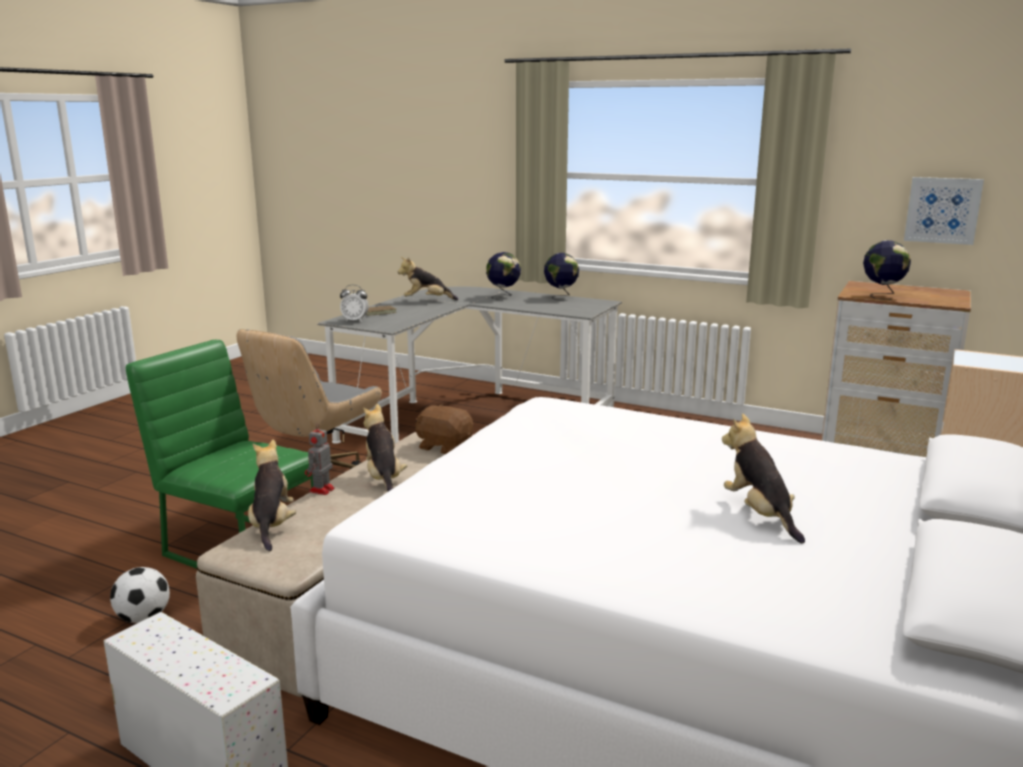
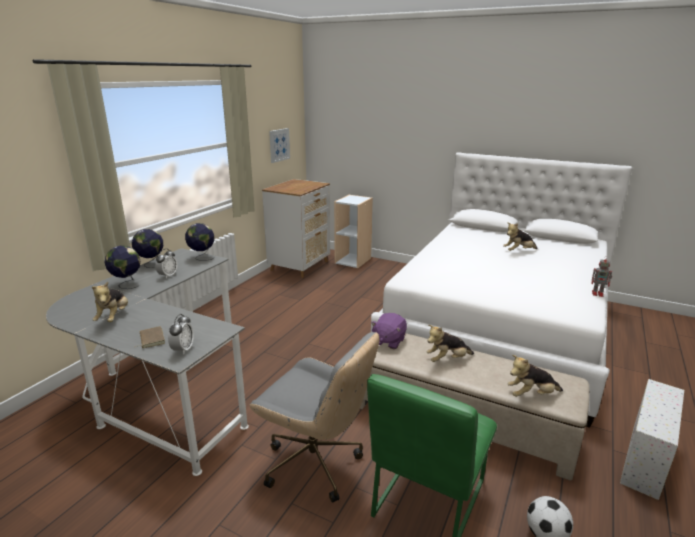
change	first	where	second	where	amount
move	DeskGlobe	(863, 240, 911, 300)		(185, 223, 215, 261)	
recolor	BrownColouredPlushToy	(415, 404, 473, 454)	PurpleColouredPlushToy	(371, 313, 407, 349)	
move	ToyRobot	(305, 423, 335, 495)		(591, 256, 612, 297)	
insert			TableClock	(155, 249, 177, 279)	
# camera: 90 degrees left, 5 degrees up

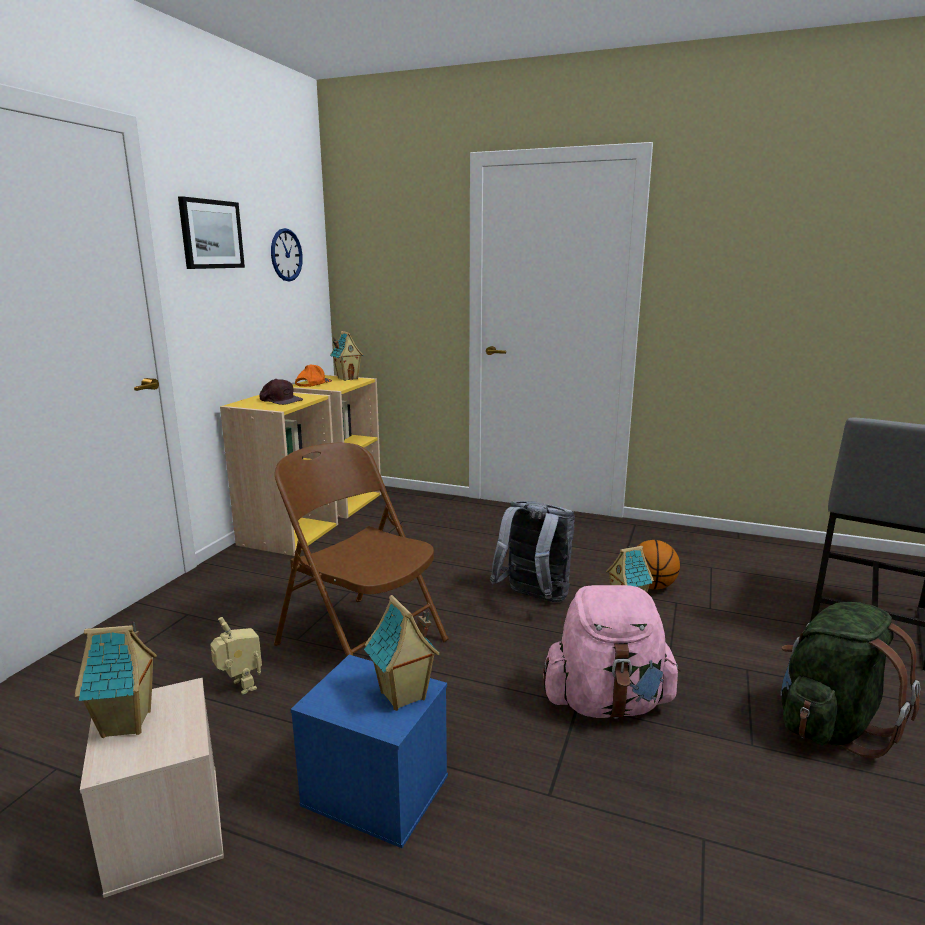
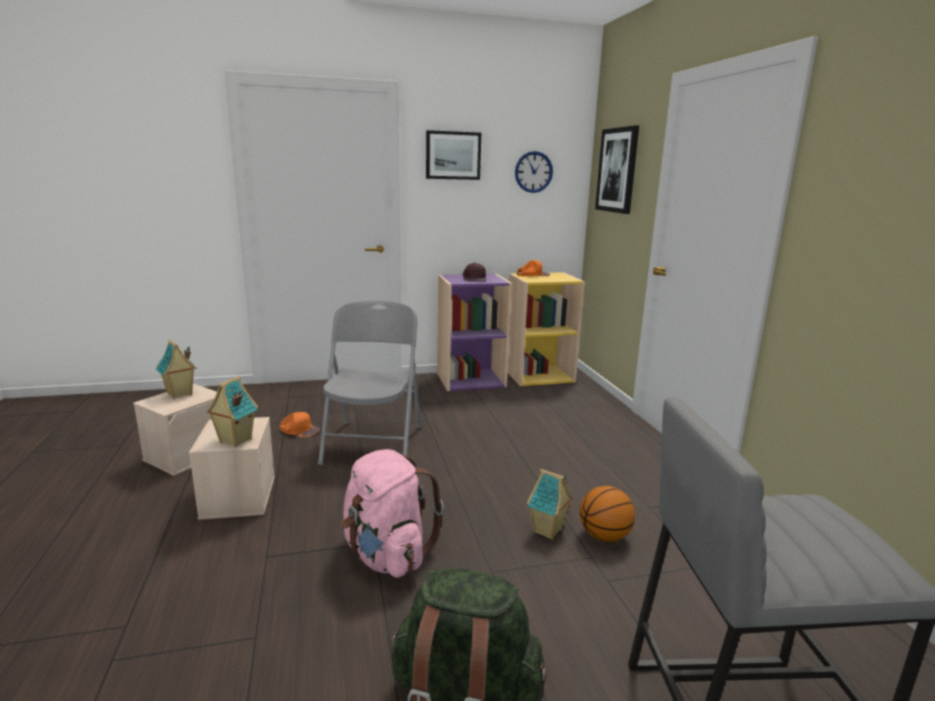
change	first	where	second	where	amount
delete	ModelHouse	(330, 331, 363, 381)			
recolor	YellowColouredShelvingUnit	(220, 392, 338, 556)	PurpleColouredShelvingUnit	(437, 274, 512, 391)	
recolor	BrownColouredPlainChair	(274, 443, 449, 657)	GrayPlainChair	(318, 301, 421, 465)	
delete	GrayKnapsack	(490, 501, 575, 602)			
replace	ToyRobot	(210, 617, 262, 695)	OrangeCap	(280, 412, 320, 438)	
recolor	BlueColouredStorageBin	(291, 655, 448, 848)	BeigeStorageBin	(189, 417, 275, 520)	
insert			WallArt	(595, 125, 639, 214)	
# camera: 55 degrees right, 0 degrees up

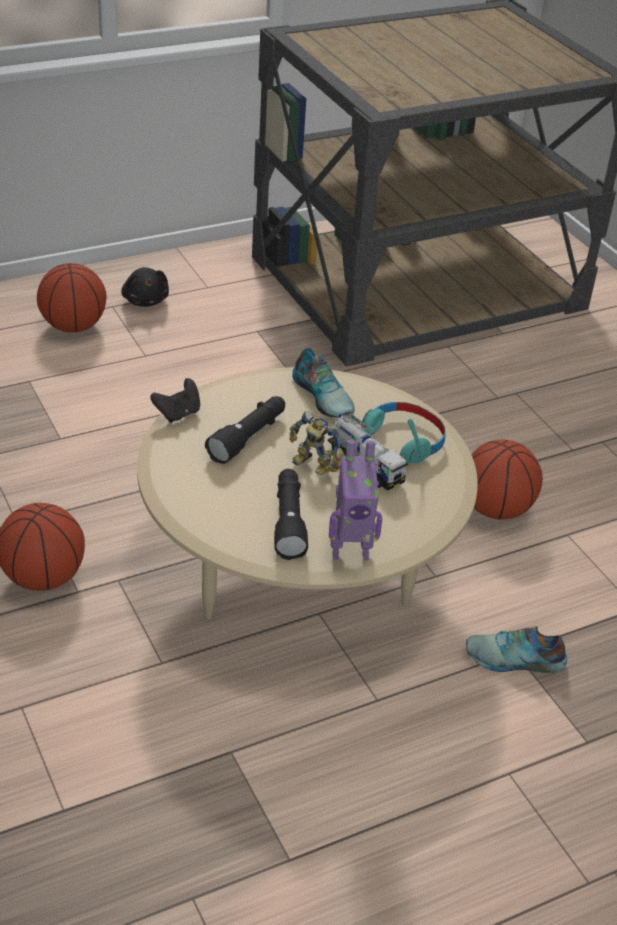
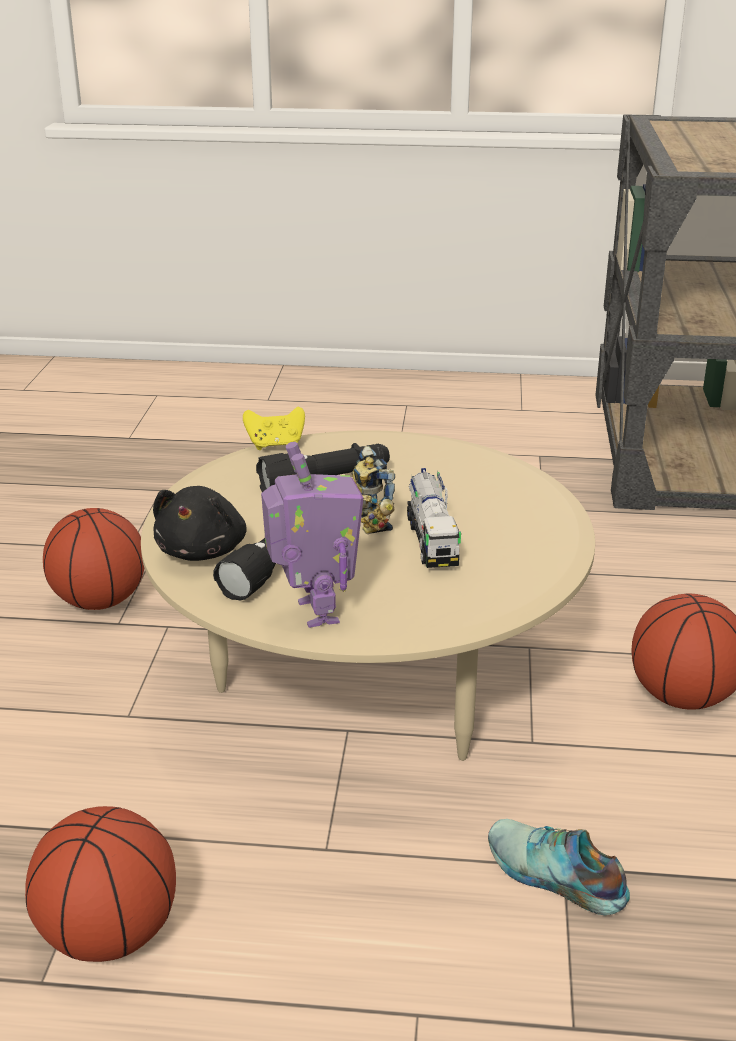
change	first	where	second	where	amount
move	Basketball	(37, 263, 106, 333)		(25, 806, 176, 962)	
move	BlackishPlushToy	(121, 267, 169, 307)		(153, 486, 247, 561)	
delete	LowShoe	(292, 348, 354, 418)			
recolor	BlackishJoypad	(150, 378, 200, 423)	YellowColouredJoypad	(243, 407, 305, 450)	
delete	TurquoiseColouredHeadphones	(361, 402, 446, 464)			
rotate	ToyRobot	(329, 440, 383, 560)		(261, 442, 364, 628)	135 degrees counterclockwise
# camera: 35 degrees right, 10 degrees down

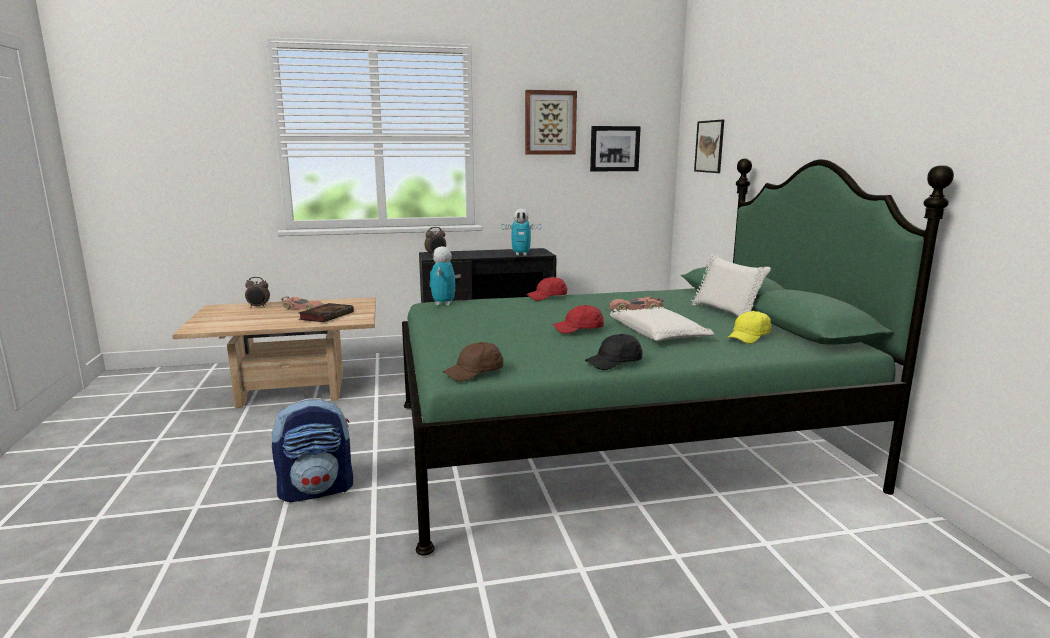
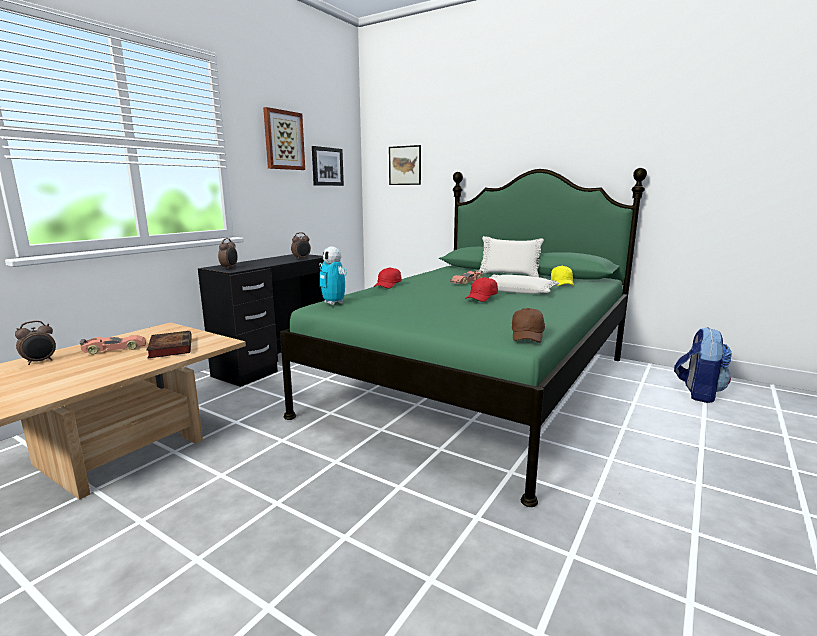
change	first	where	second	where	amount
replace	ToyRobot	(501, 209, 541, 256)	TableClock	(291, 232, 311, 259)	
delete	BlackishCap	(585, 334, 643, 370)			
move	Knapsack	(271, 398, 353, 502)		(674, 327, 732, 403)	
# camera: 45 degrees left, 0 degrees up

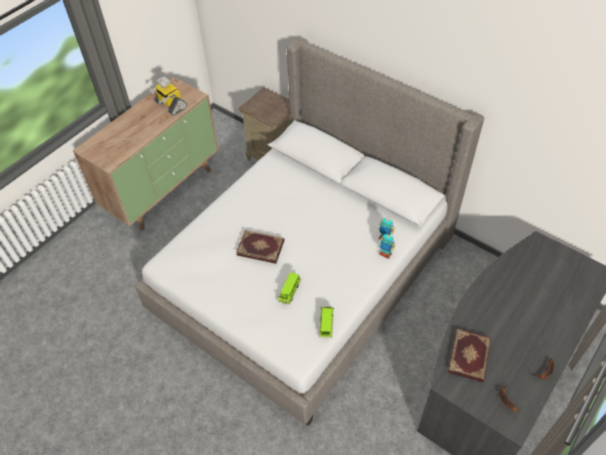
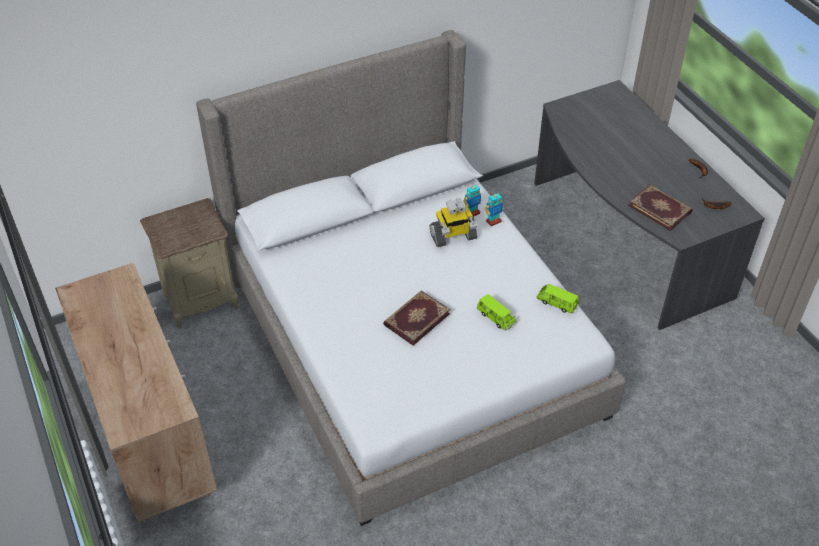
change	first	where	second	where	amount
move	ToyRobot	(150, 76, 187, 115)		(429, 198, 477, 247)	
# camera: 65 degrees left, 5 degrees down

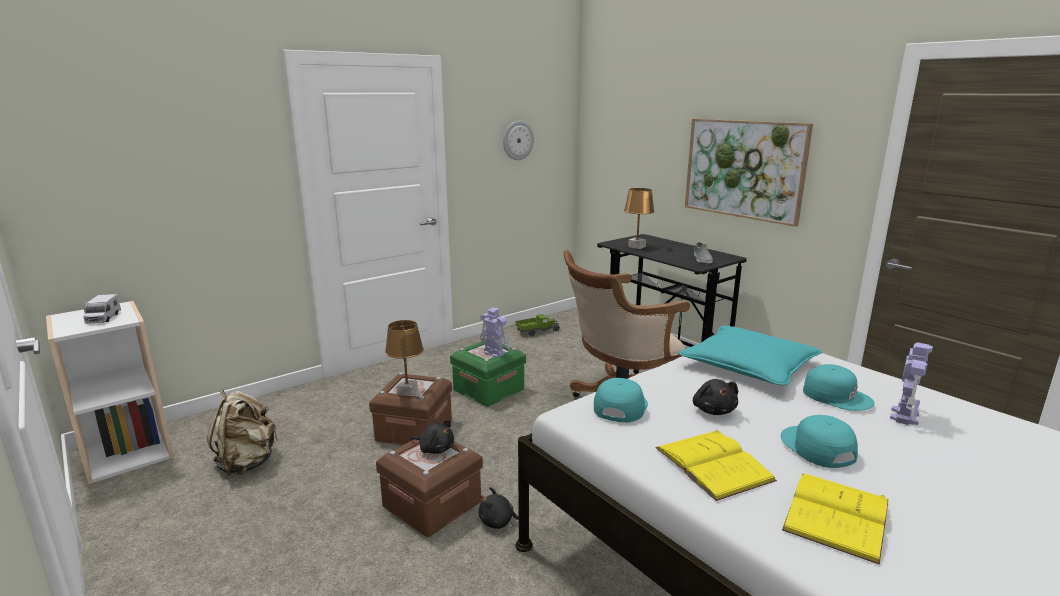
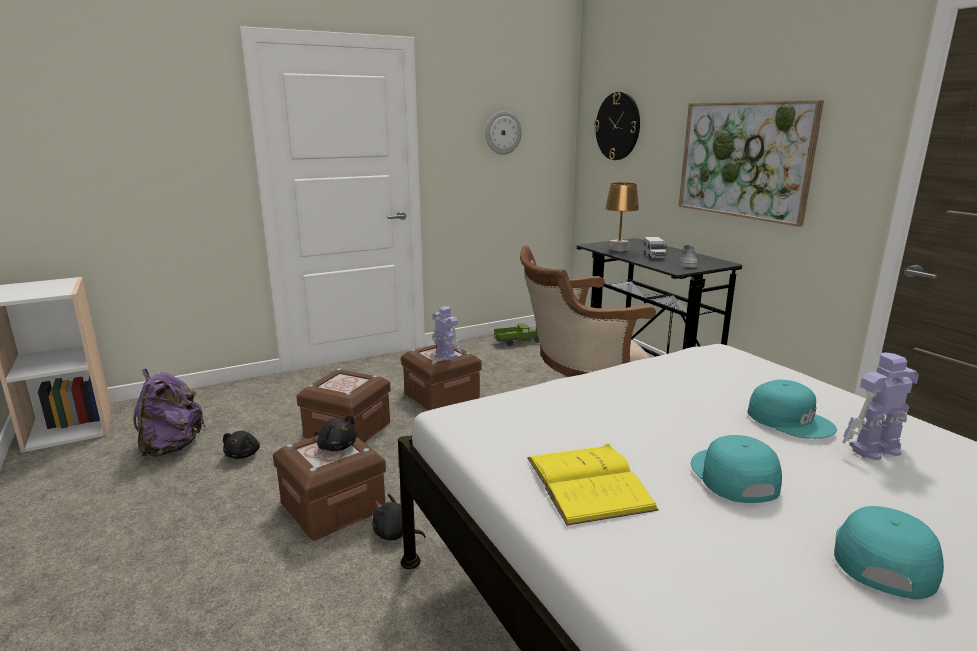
change	first	where	second	where	amount
move	ToyLorry	(84, 294, 121, 324)		(643, 237, 667, 258)	
delete	BrownColouredTableLamp	(385, 320, 424, 396)			
delete	TurquoiseColouredPillow	(679, 326, 822, 385)			
recolor	GreenishStorageBin	(450, 340, 526, 407)	BrownColouredStorageBin	(401, 344, 482, 411)	
rotate	ToyRobot	(890, 342, 933, 425)		(842, 352, 919, 460)	150 degrees counterclockwise
move	TurquoiseColouredCap	(594, 378, 648, 422)		(834, 506, 944, 600)	
move	BlackishPlushToy	(693, 379, 738, 415)		(223, 431, 260, 459)	
recolor	BeigeKnapsack	(207, 389, 278, 475)	PurpleColouredKnapsack	(133, 368, 205, 457)	
delete	YellowColouredVolume	(782, 473, 889, 565)			
insert			HangingClock	(594, 92, 640, 160)	
# camera: 10 degrees right, 0 degrees up

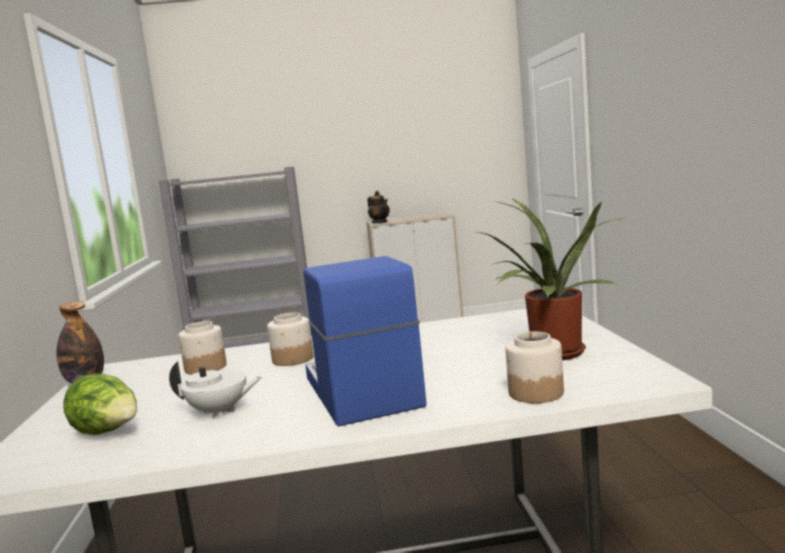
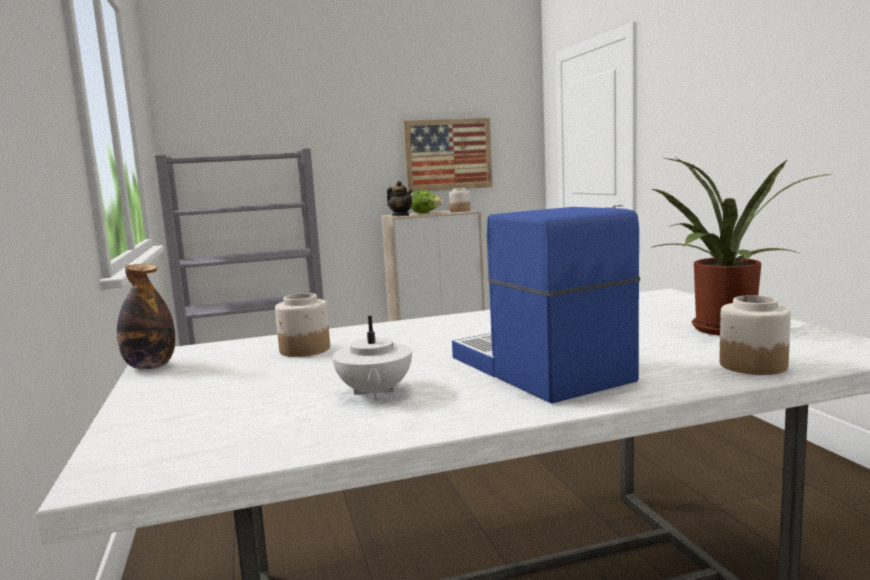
change	first	where	second	where	amount
move	Jar	(267, 312, 313, 366)		(449, 188, 470, 212)	
rotate	WhitePotForTea	(169, 361, 263, 419)		(332, 316, 412, 400)	90 degrees clockwise
move	LettuceHead	(63, 373, 137, 435)		(411, 190, 443, 213)	
insert			WallArt	(403, 118, 493, 192)	
# camera: 10 degrees left, 0 degrees up

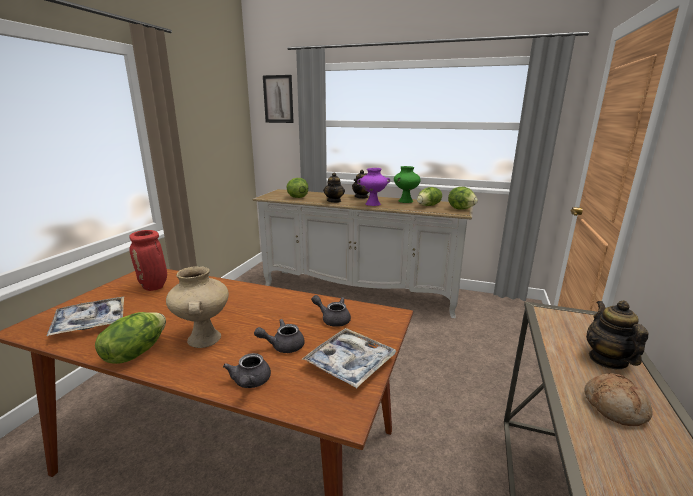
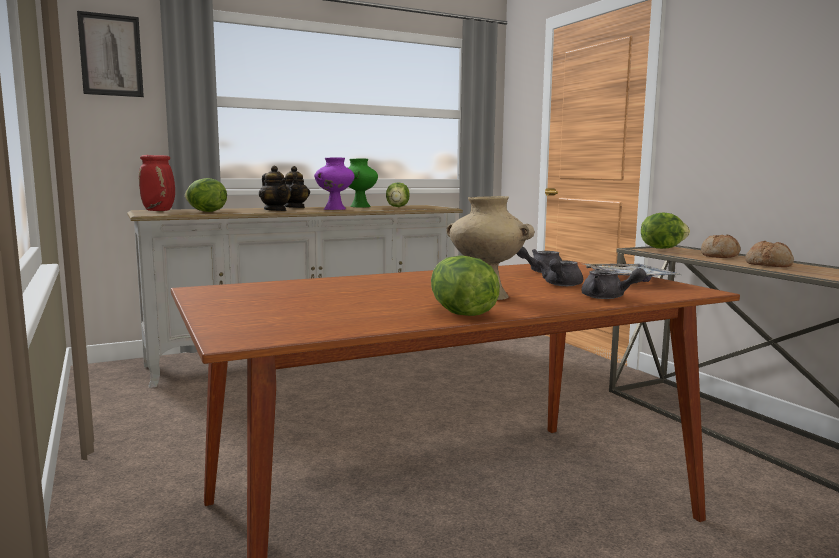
change	first	where	second	where	amount
move	LettuceHead	(448, 187, 478, 210)		(641, 212, 690, 249)	
move	RedVase	(130, 230, 167, 291)		(139, 155, 175, 211)	
delete	ServingTray	(47, 297, 124, 336)			
replace	PotForTea	(586, 300, 649, 369)	BakeryBread	(701, 234, 740, 258)	
# camera: 45 degrees left, 10 degrees down

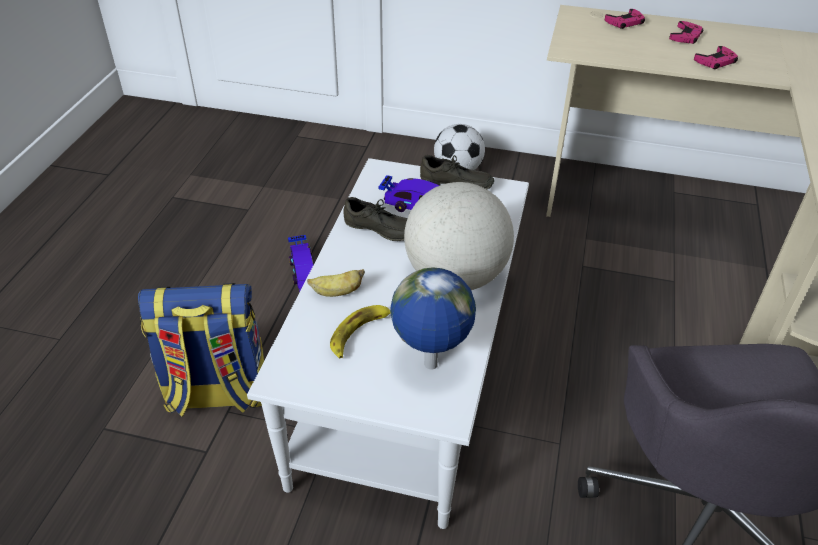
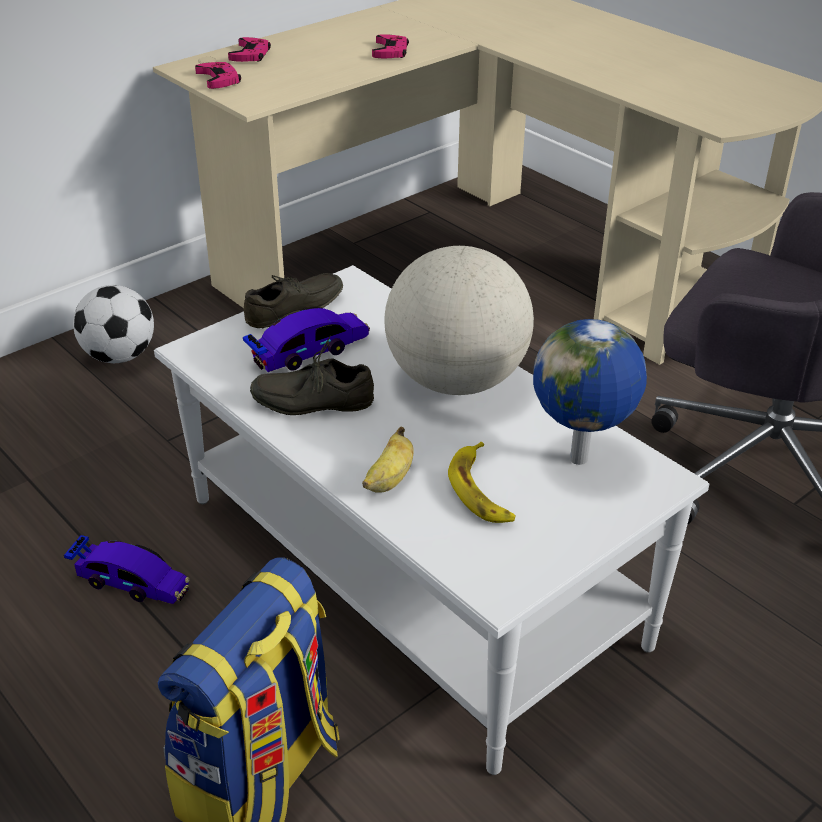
change	first	where	second	where	amount
move	PinkColouredJoypad	(669, 21, 703, 44)		(195, 62, 241, 89)	
rotate	GrayLowShoe	(344, 197, 407, 241)		(250, 336, 374, 415)	150 degrees counterclockwise
# camera: 55 degrees left, 5 degrees down

